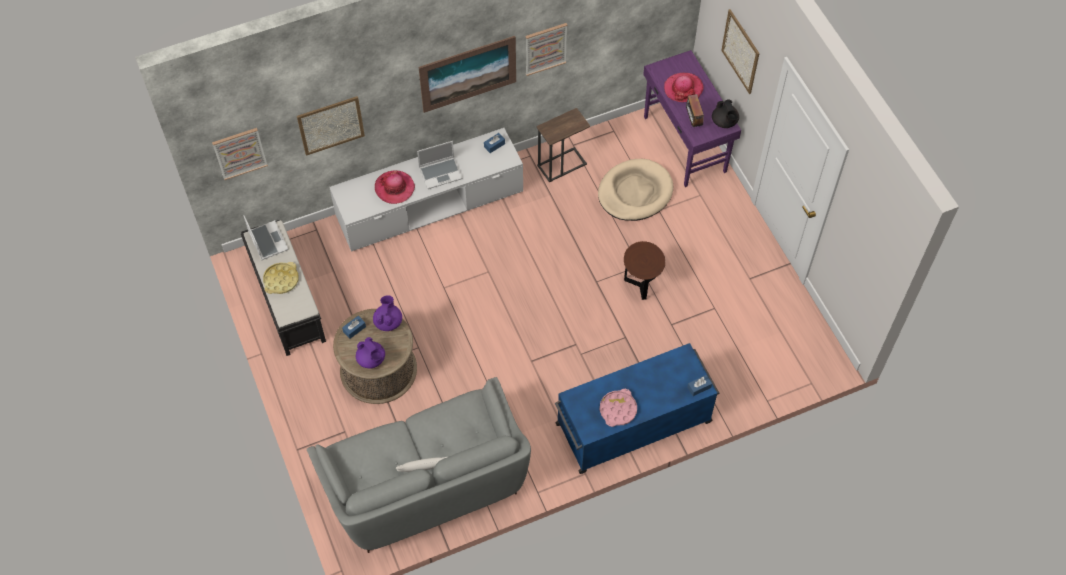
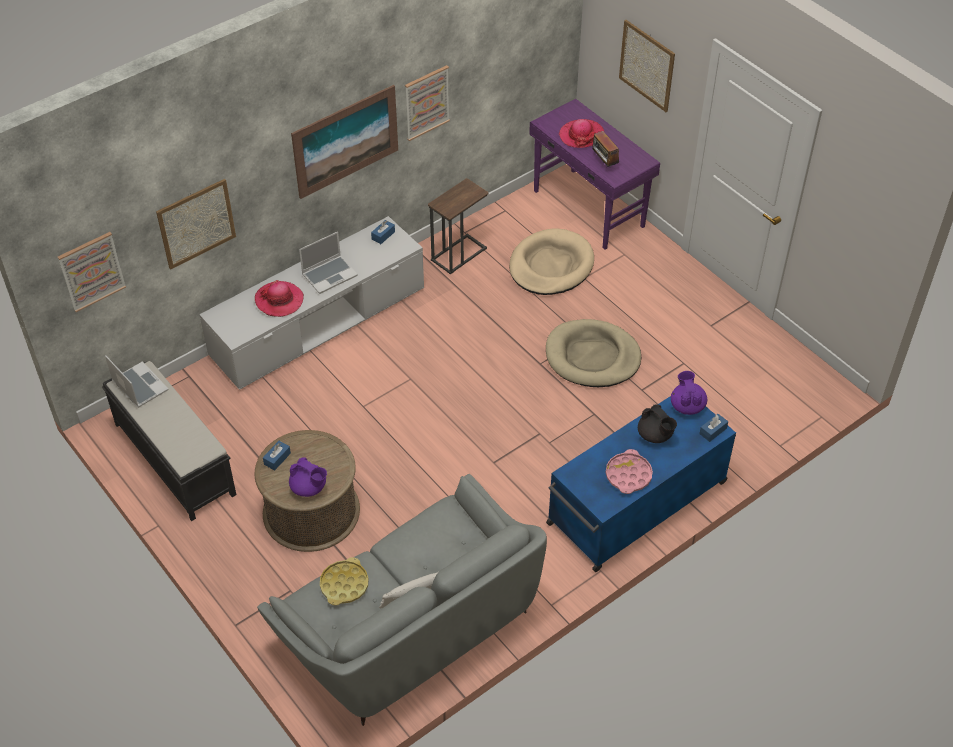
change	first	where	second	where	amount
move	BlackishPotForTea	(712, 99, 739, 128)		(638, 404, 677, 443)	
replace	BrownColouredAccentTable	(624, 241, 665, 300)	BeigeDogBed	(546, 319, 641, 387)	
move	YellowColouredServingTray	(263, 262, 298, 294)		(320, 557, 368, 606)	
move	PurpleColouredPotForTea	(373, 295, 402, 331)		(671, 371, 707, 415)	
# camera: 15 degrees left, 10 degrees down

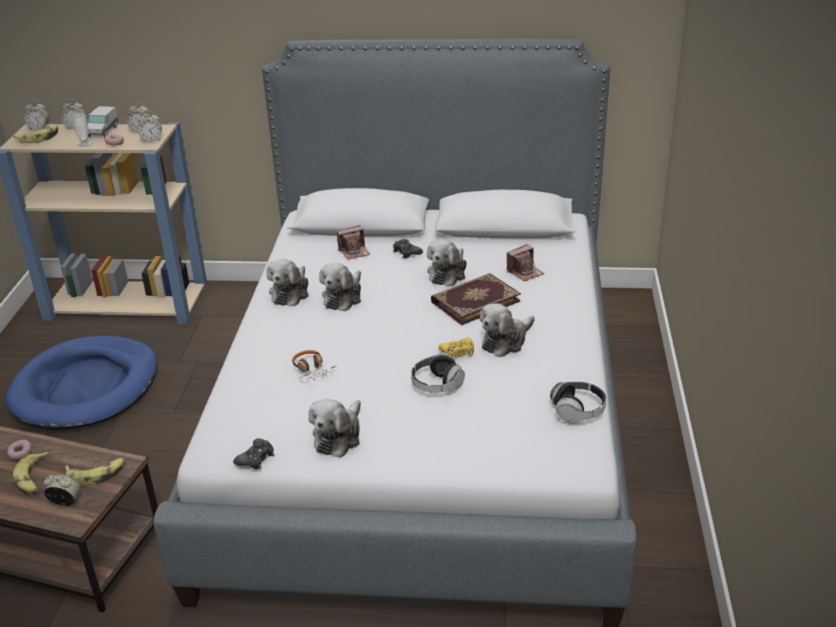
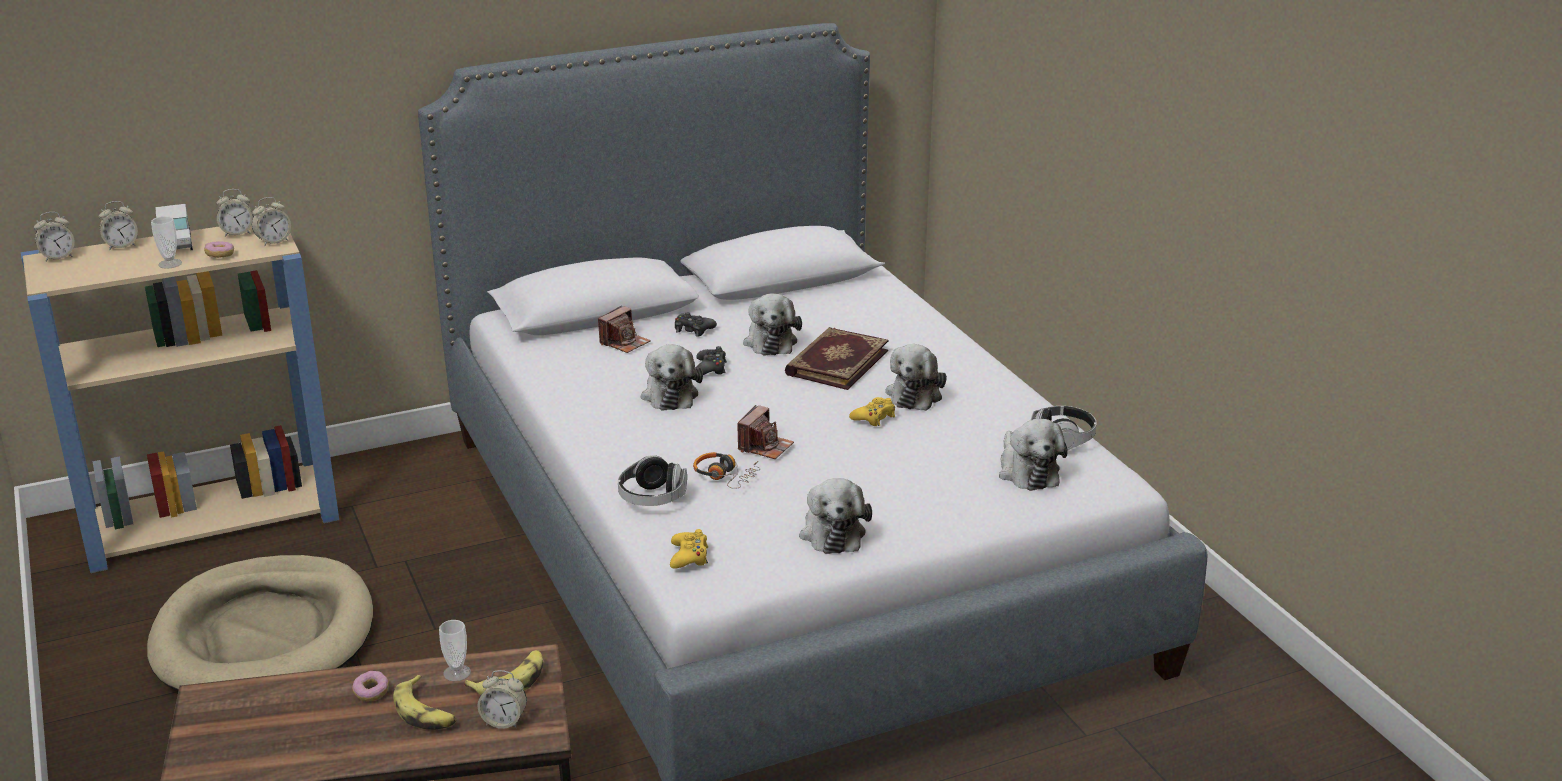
change	first	where	second	where	amount
delete	BananaFruit	(13, 125, 58, 143)			
move	PhotoCamera	(507, 244, 544, 281)		(737, 405, 794, 459)	
move	PlushToy	(266, 259, 308, 306)		(999, 419, 1068, 491)	
recolor	BlueColouredDogBed	(5, 336, 157, 430)	BeigeDogBed	(147, 555, 373, 691)	
move	Headphones	(411, 353, 465, 393)		(618, 455, 687, 506)	
move	BlackishJoypad	(233, 438, 274, 469)		(696, 346, 727, 375)	
rotate	TableClock	(44, 475, 80, 506)		(478, 670, 527, 729)	150 degrees counterclockwise
insert			YellowColouredJoypad	(670, 529, 708, 569)	
insert			SmallCup	(439, 620, 471, 681)	
# camera: 30 degrees left, 5 degrees down

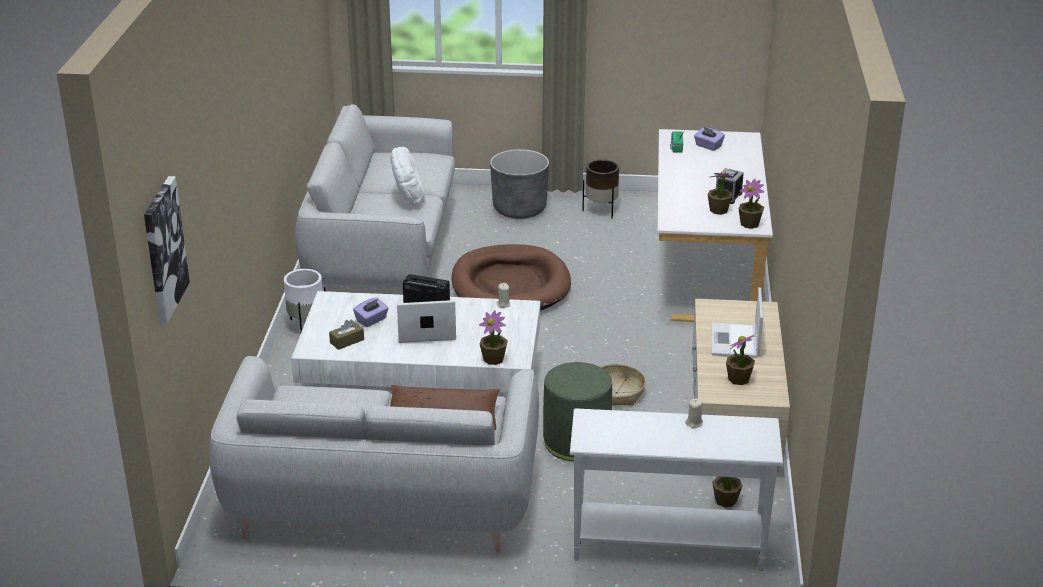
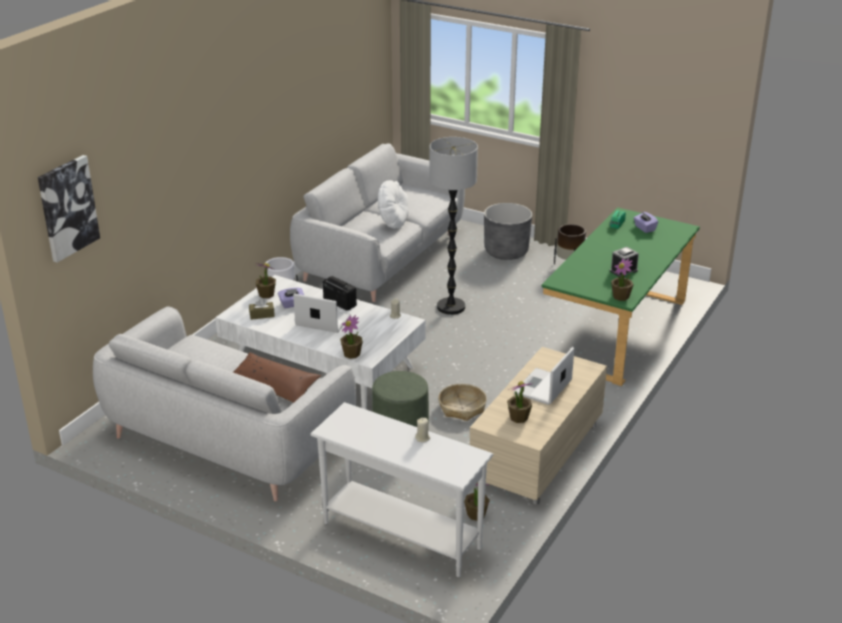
change	first	where	second	where	amount
recolor	WhiteDesk	(657, 129, 773, 322)	GreenishDesk	(541, 207, 700, 386)	
move	PottedPlant	(708, 171, 735, 215)		(256, 263, 276, 298)	
replace	BrownColouredDogBed	(451, 244, 571, 311)	StandardLamp	(429, 137, 478, 315)	
# camera: 25 degrees right, 0 degrees up

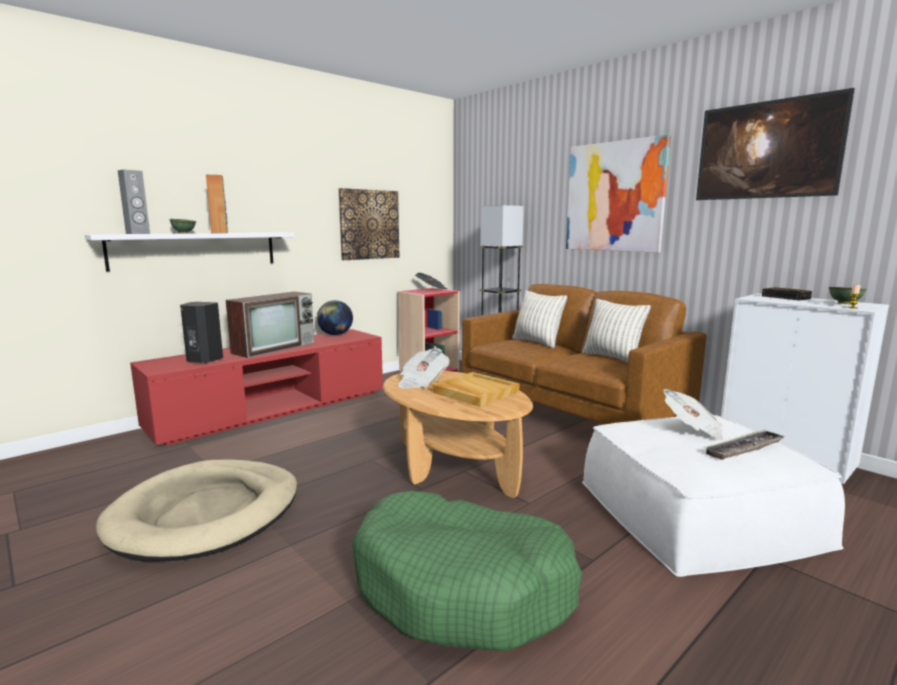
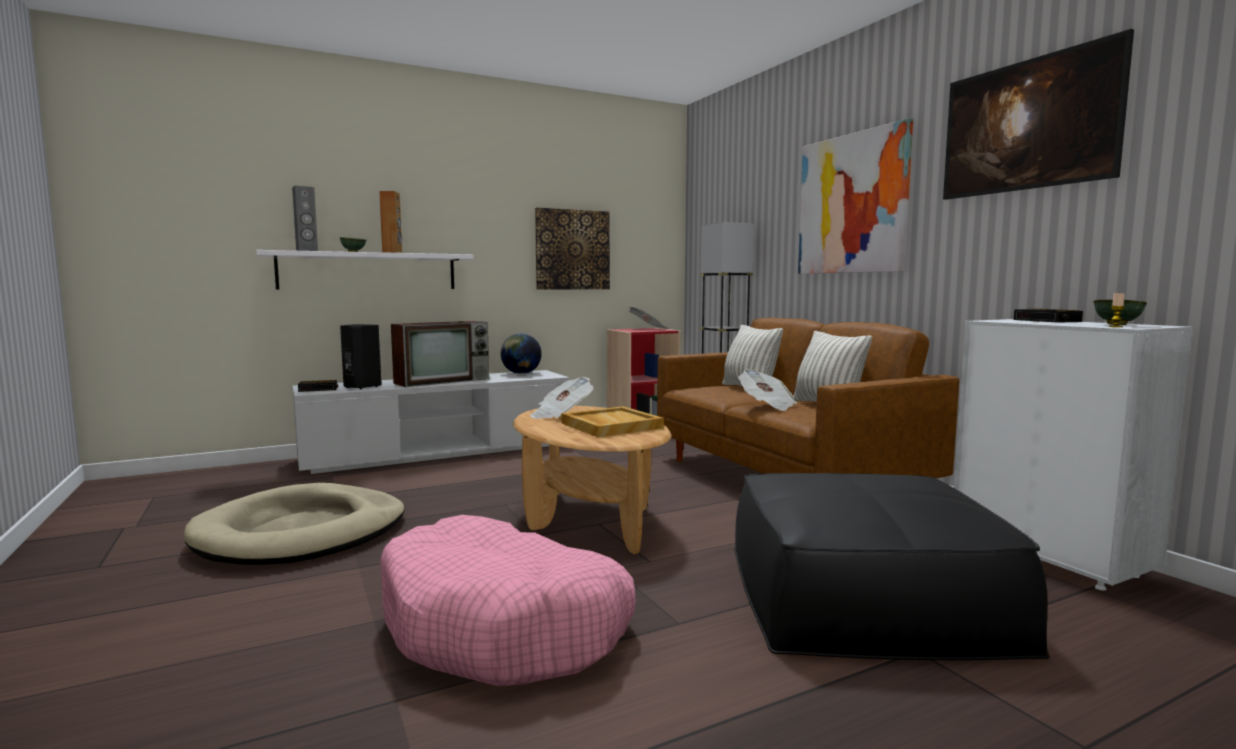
change	first	where	second	where	amount
recolor	RedTvStand	(130, 329, 383, 446)	WhiteTvStand	(293, 370, 569, 474)	
move	PrintedPaper	(663, 389, 723, 440)		(738, 369, 797, 411)	
recolor	WhiteOttoman	(582, 415, 845, 577)	BlackishOttoman	(734, 473, 1050, 660)	
delete	ServingTray	(705, 429, 786, 460)			
recolor	GreenishDogBed	(352, 491, 583, 652)	PinkColouredDogBed	(380, 515, 636, 686)	
insert			TableClock	(298, 380, 338, 392)	
# camera: 15 degrees right, 5 degrees down

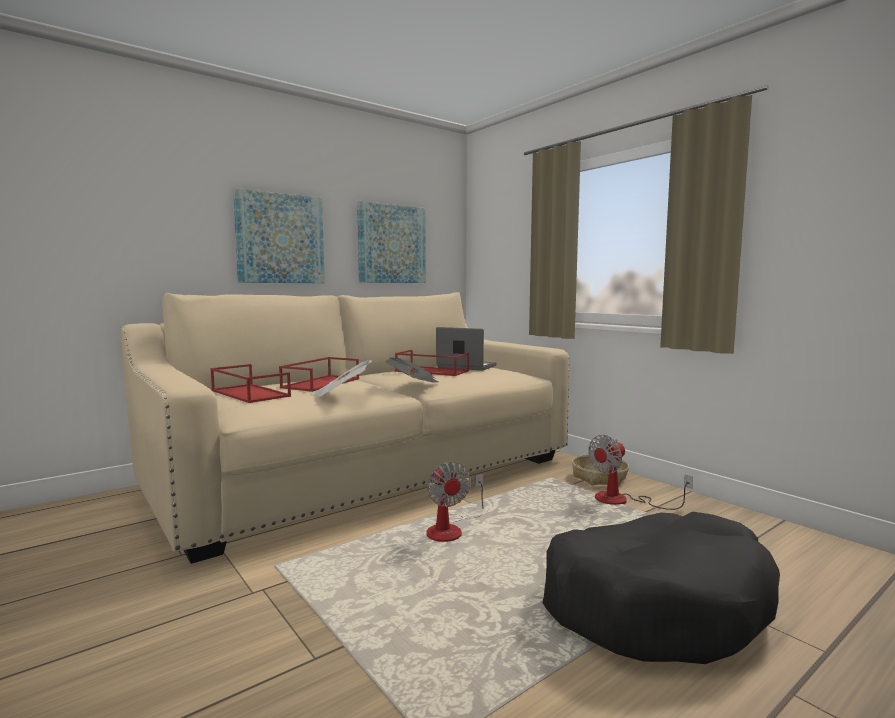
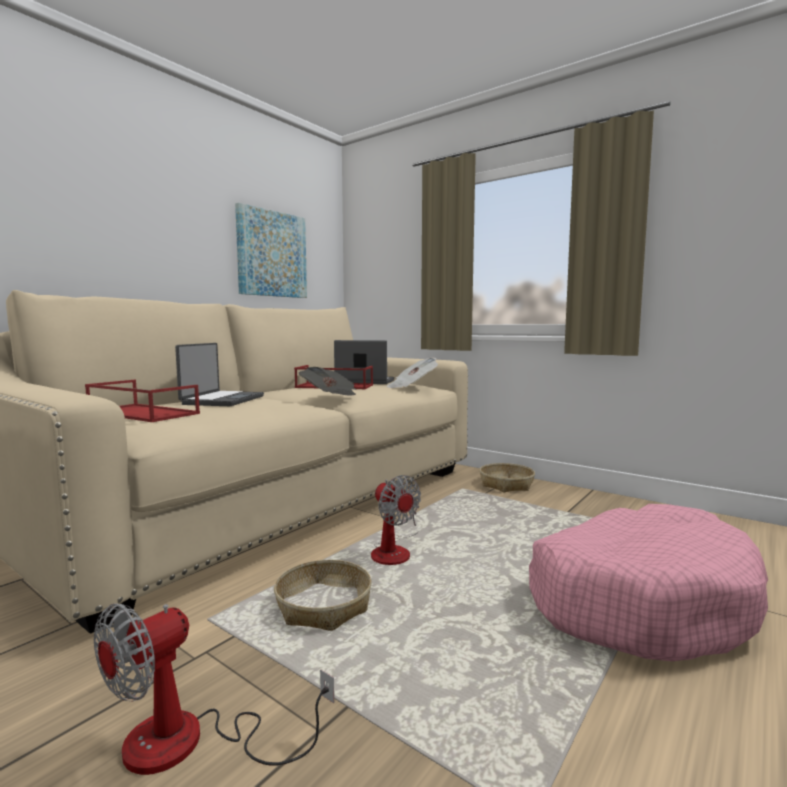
change	first	where	second	where	amount
delete	WallArt	(233, 188, 325, 283)			
replace	RedServingTray	(279, 357, 359, 392)	Laptop	(175, 343, 264, 406)	
move	PrintedPaper	(311, 360, 372, 397)		(387, 358, 438, 388)	
move	CoolingFan	(588, 435, 693, 510)		(94, 603, 334, 775)	
recolor	BlackishDogBed	(542, 512, 780, 664)	PinkColouredDogBed	(529, 504, 768, 661)	
insert			Basket	(274, 560, 372, 631)	
# camera: 15 degrees left, 0 degrees up

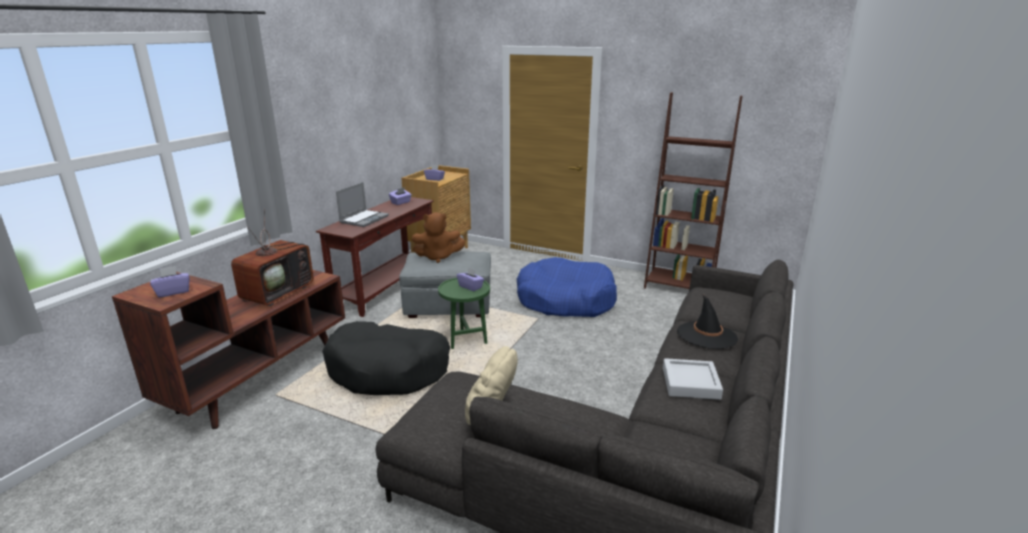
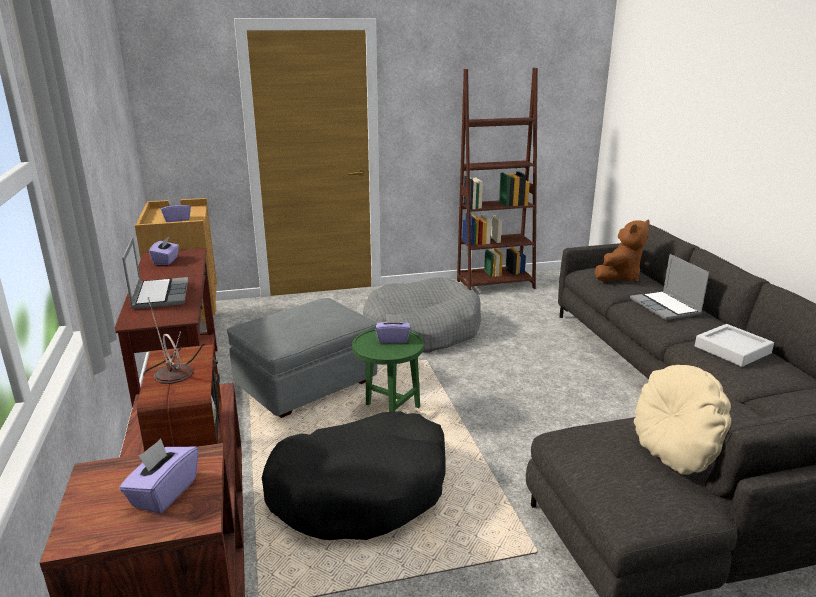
change	first	where	second	where	amount
move	BrownColouredPlushToy	(412, 212, 465, 263)		(595, 220, 650, 282)	
recolor	BlueColouredDogBed	(517, 257, 617, 317)	GrayDogBed	(363, 277, 481, 353)	
replace	BlackishWearableHat	(677, 294, 738, 349)	Laptop	(630, 254, 709, 320)	
# camera: 40 degrees left, 0 degrees up

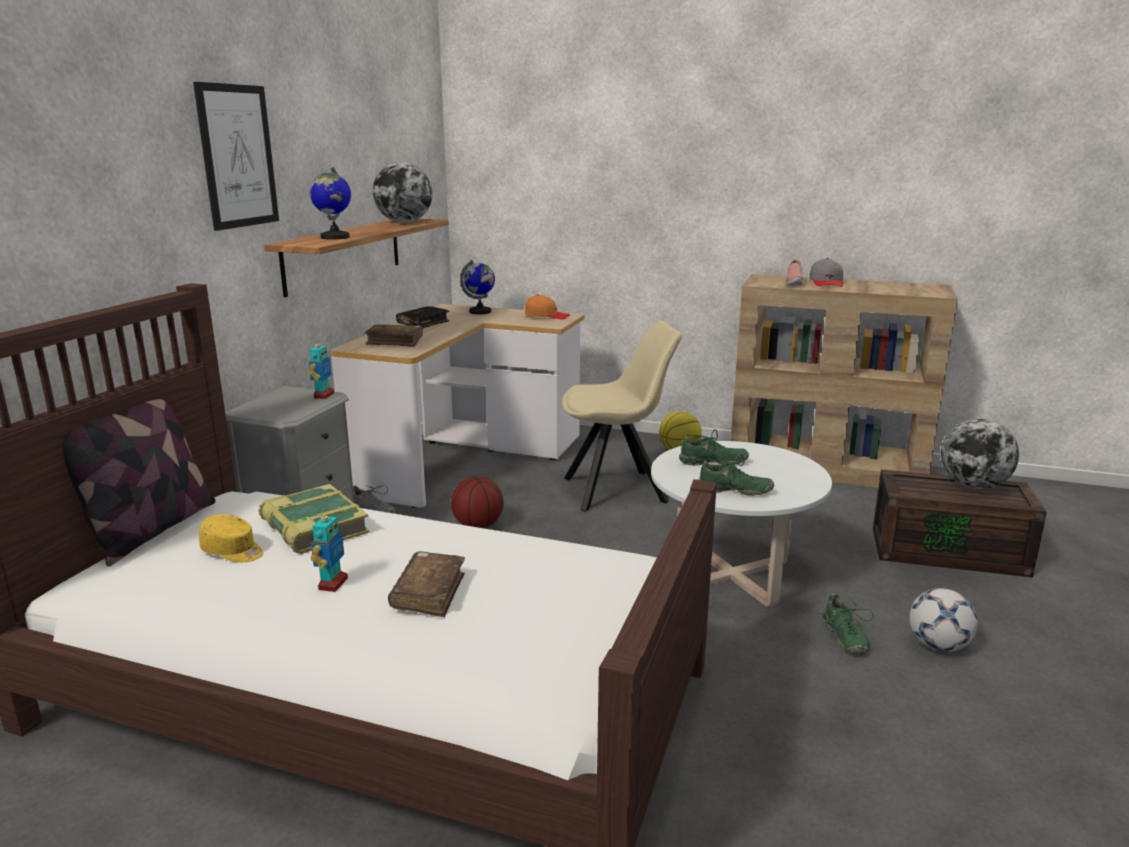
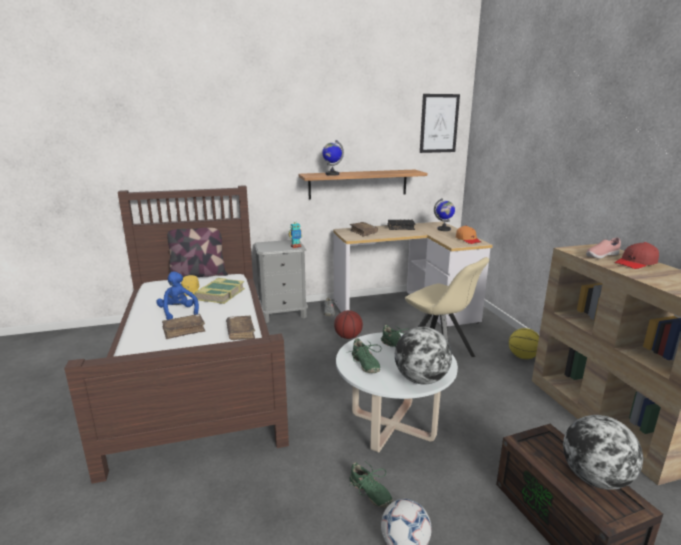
change	first	where	second	where	amount
move	WallArt	(193, 82, 279, 231)		(420, 94, 460, 153)	
move	DeskGlobe	(373, 162, 432, 223)		(395, 327, 452, 385)	
recolor	GrayCap	(809, 258, 843, 287)	RedCap	(614, 242, 659, 269)	
replace	ToyRobot	(311, 508, 348, 592)	BlueColouredPlushToy	(156, 272, 199, 320)	
rotate	GreenishLowShoe	(816, 594, 874, 654)		(350, 461, 393, 508)	90 degrees counterclockwise
insert			BrownColouredVolume	(226, 316, 255, 340)	
# camera: 55 degrees right, 0 degrees up

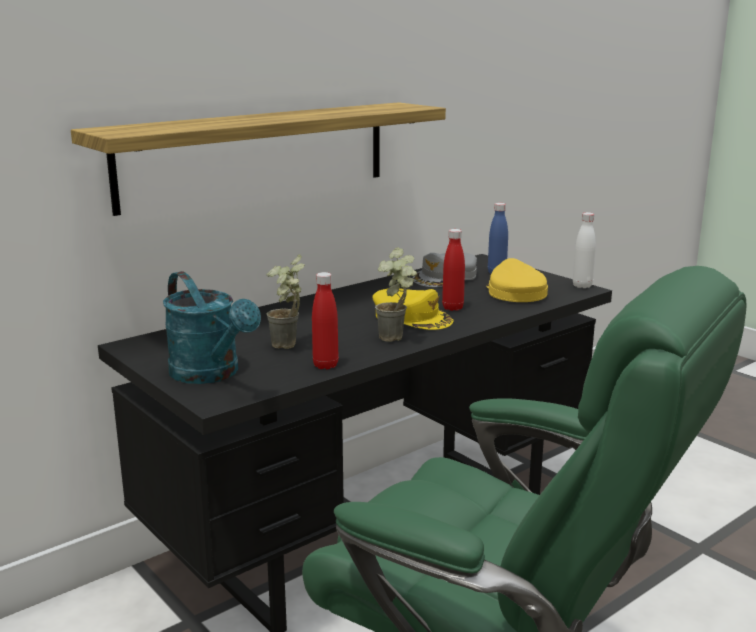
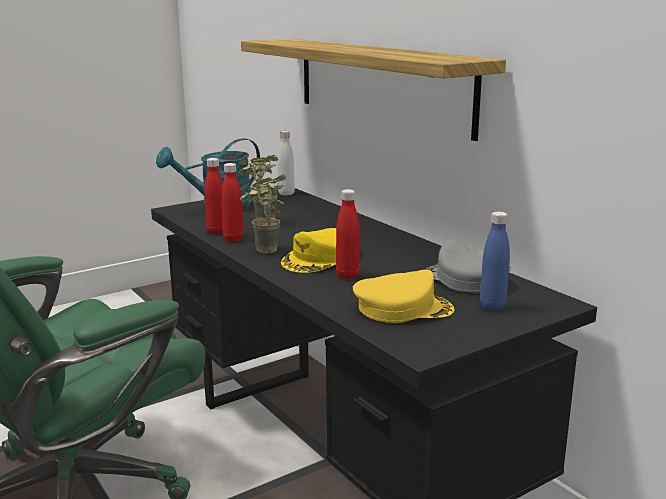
change	first	where	second	where	amount
move	WhiteDrinkBottle	(573, 212, 596, 288)		(277, 131, 295, 196)	
insert			RedDrinkBottle	(221, 163, 244, 242)	
# camera: 95 degrees right, 0 degrees up

